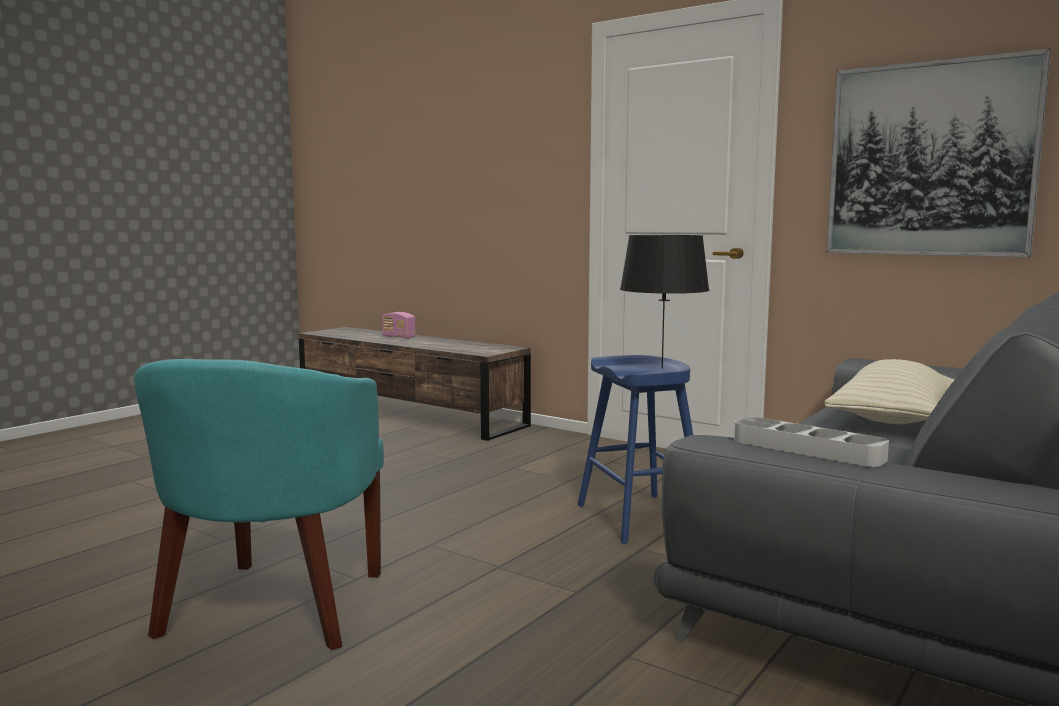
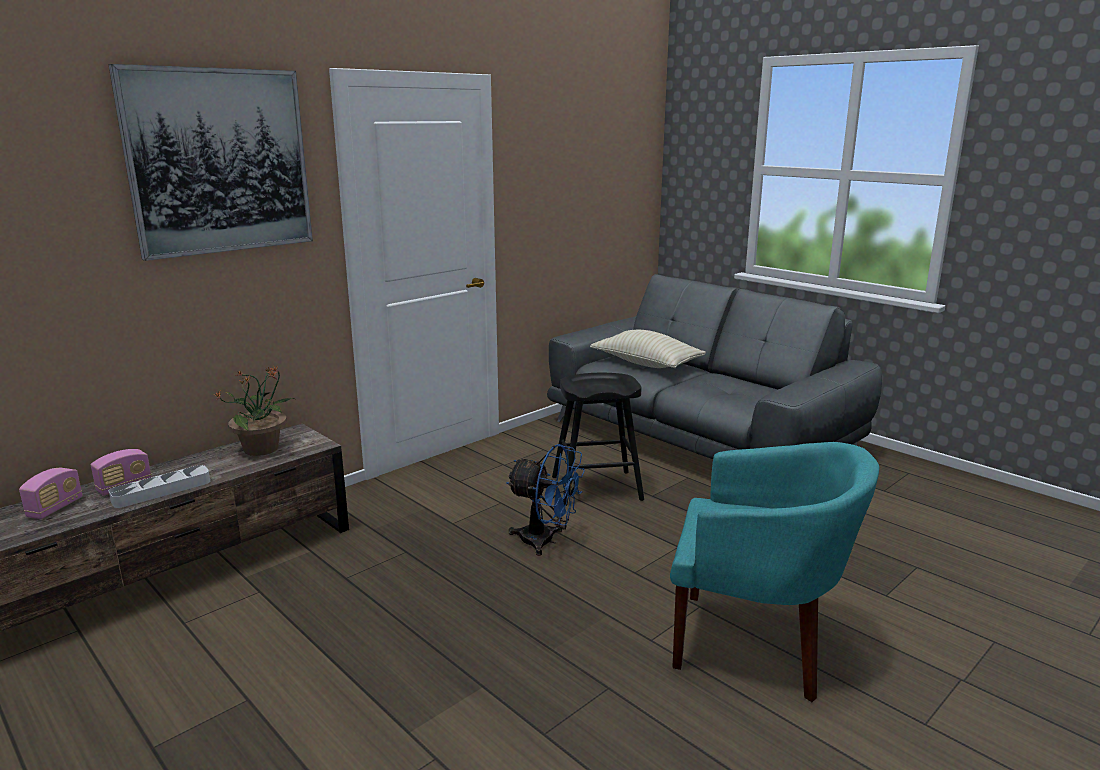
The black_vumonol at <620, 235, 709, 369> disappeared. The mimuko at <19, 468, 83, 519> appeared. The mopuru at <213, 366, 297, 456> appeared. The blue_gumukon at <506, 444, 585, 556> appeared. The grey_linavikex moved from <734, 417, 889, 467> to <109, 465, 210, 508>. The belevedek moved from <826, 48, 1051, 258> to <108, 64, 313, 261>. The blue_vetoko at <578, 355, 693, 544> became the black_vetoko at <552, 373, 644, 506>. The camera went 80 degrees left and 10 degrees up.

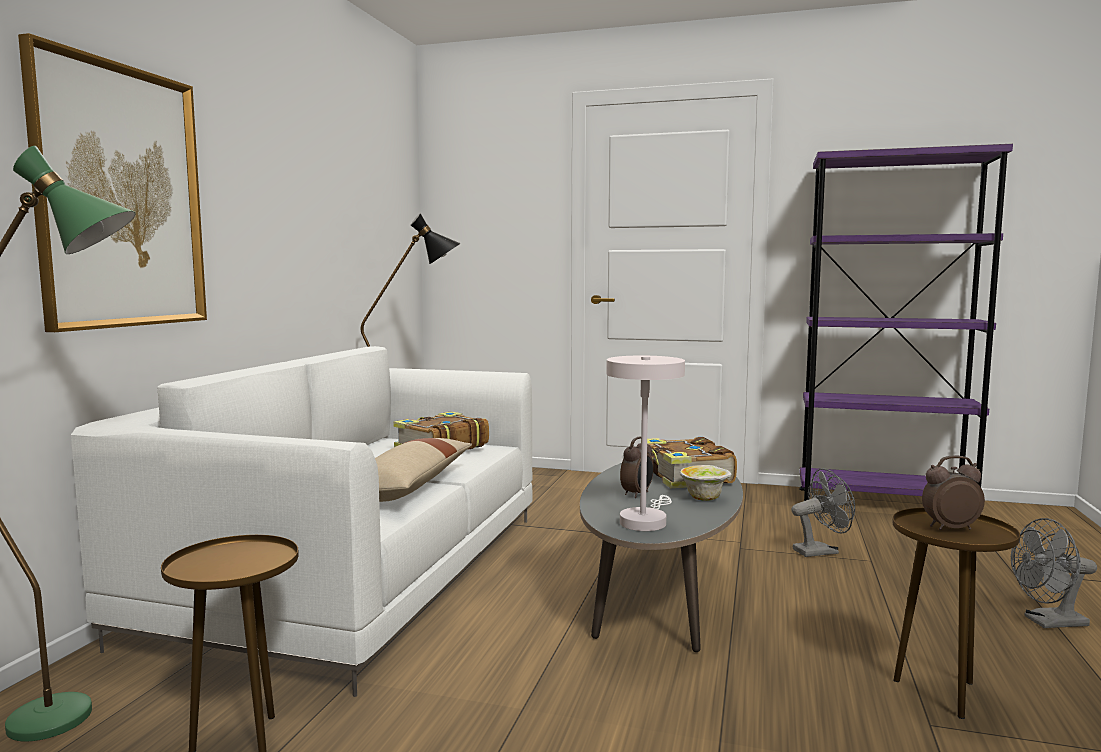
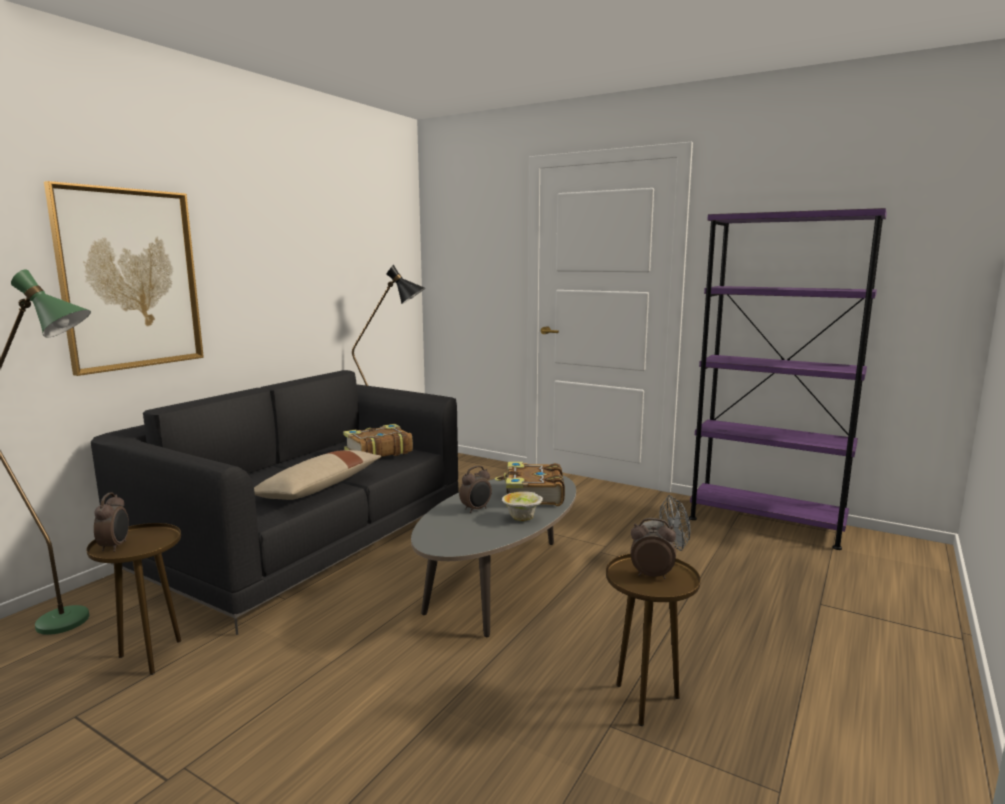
The white_vumonol at <606, 356, 685, 531> disappeared. The grey_gumukon at <1011, 518, 1097, 628> disappeared. The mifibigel at <94, 492, 129, 552> appeared. The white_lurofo at <71, 346, 532, 697> became the black_lurofo at <91, 370, 458, 635>. The camera went 15 degrees right and 5 degrees up.

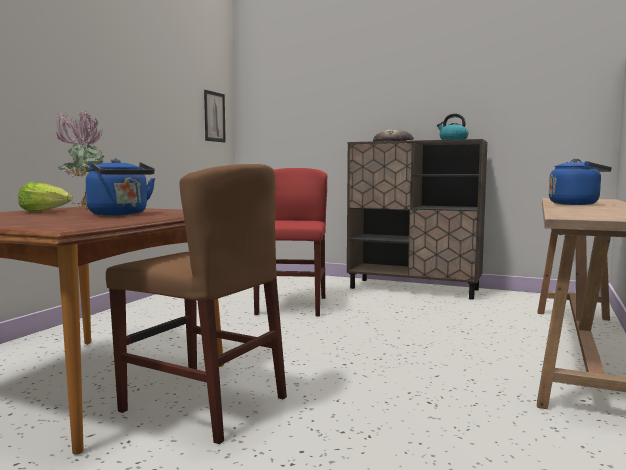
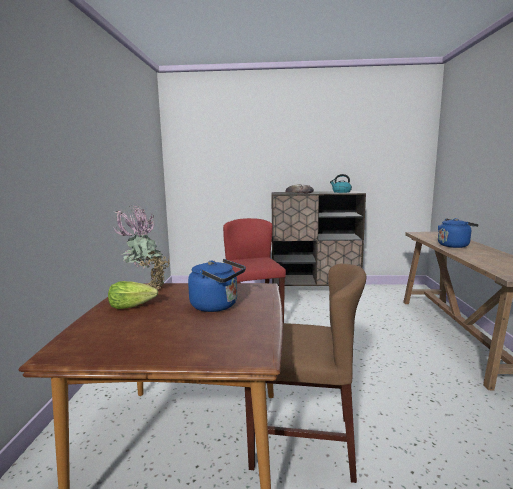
The belevedek at <204, 90, 226, 142> disappeared. The camera went 20 degrees left and 5 degrees up.

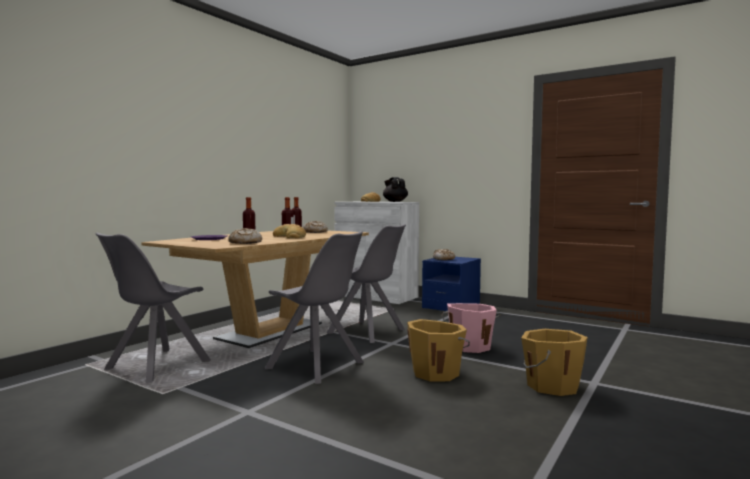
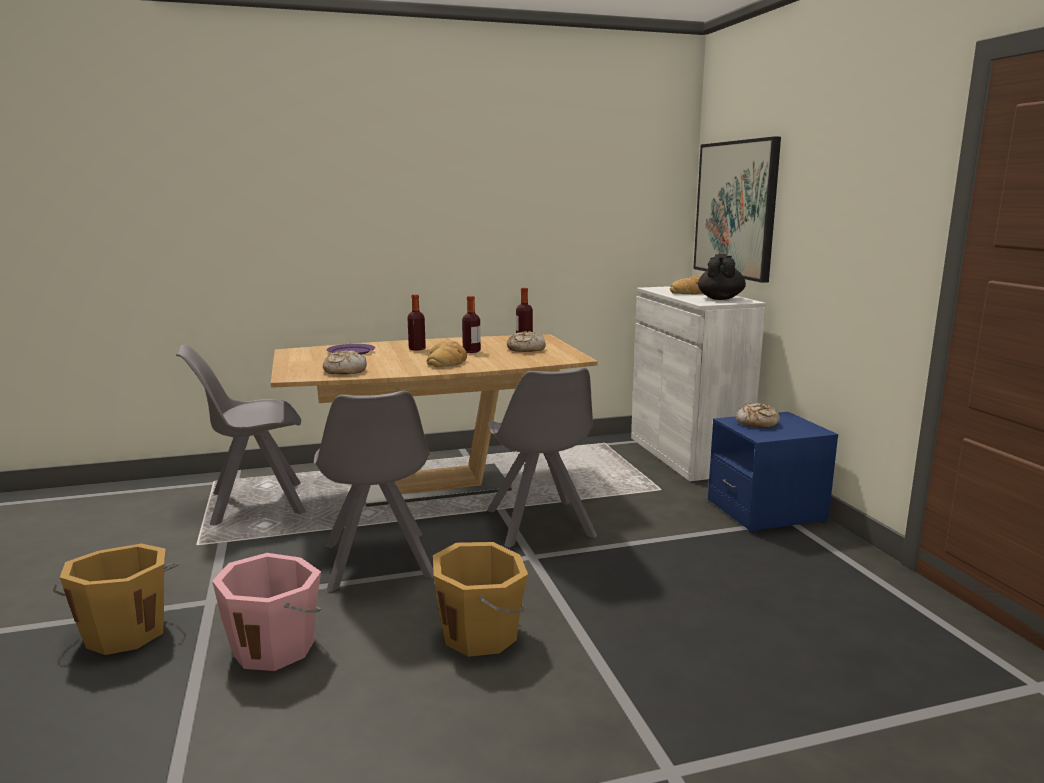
The belevedek at <693, 137, 781, 283> appeared. The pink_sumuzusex moved from <441, 303, 501, 353> to <212, 553, 322, 671>. The orange_sumuzusex moved from <521, 329, 588, 396> to <53, 543, 179, 655>. The camera went 40 degrees right and 10 degrees up.

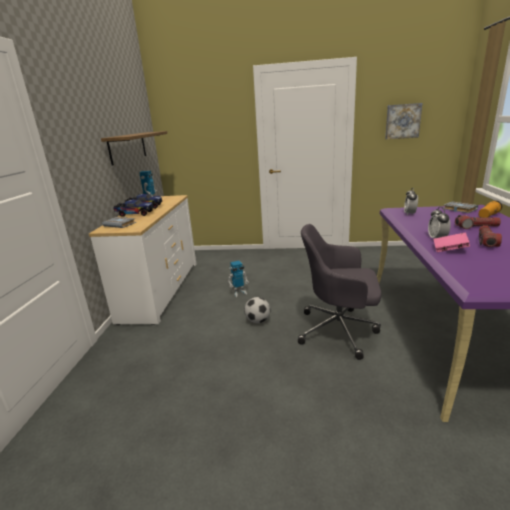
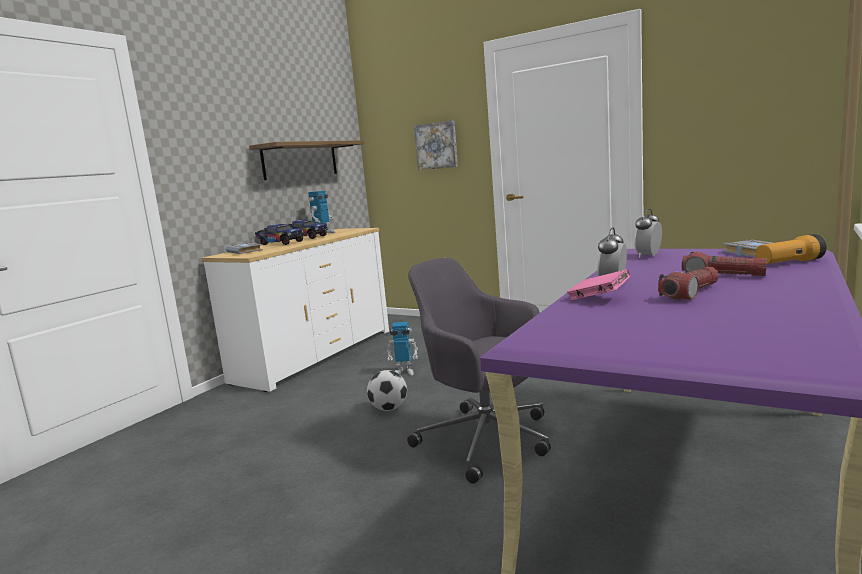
The belevedek moved from <385, 103, 422, 139> to <414, 121, 458, 170>. The camera went 25 degrees right and 10 degrees down.

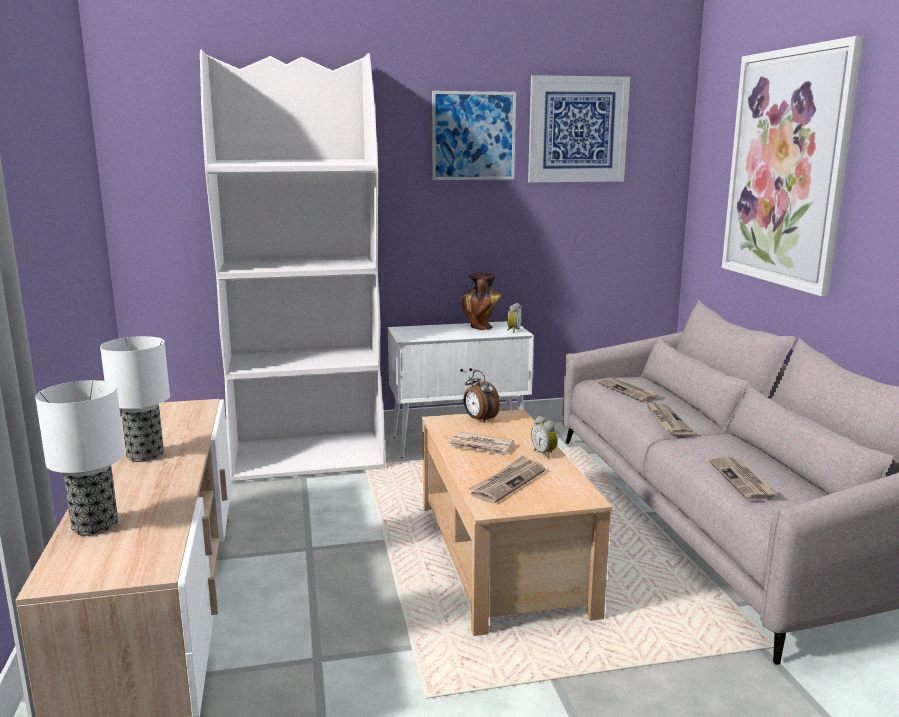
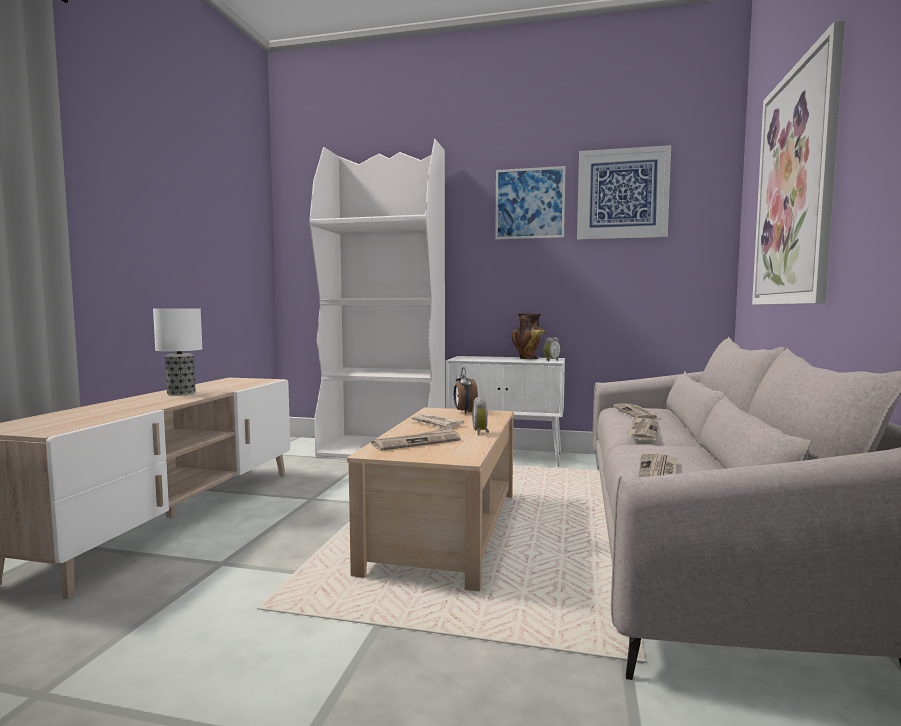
The vumonol at <35, 380, 125, 536> disappeared. The camera went 25 degrees right and 10 degrees down.

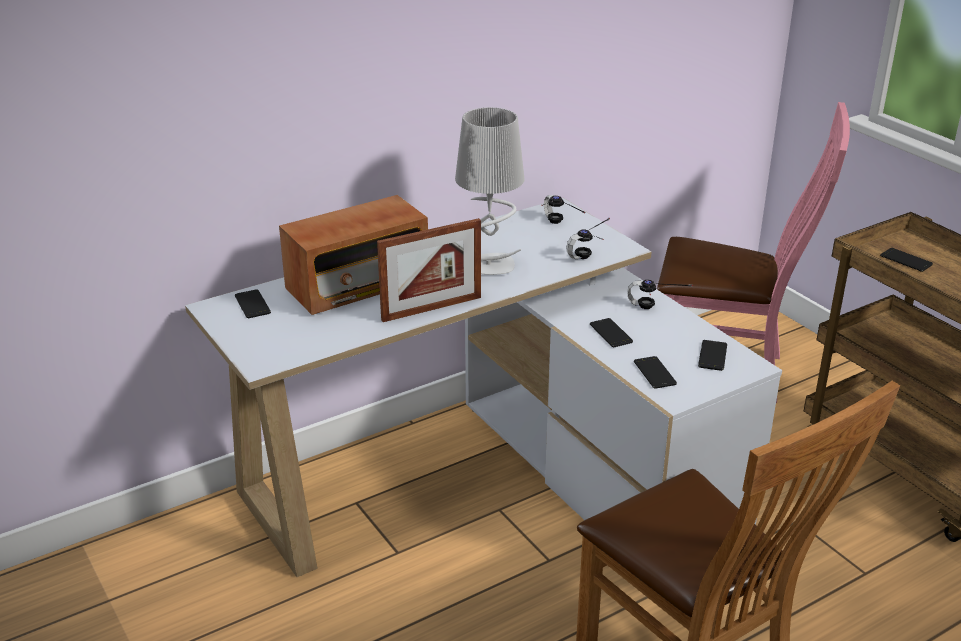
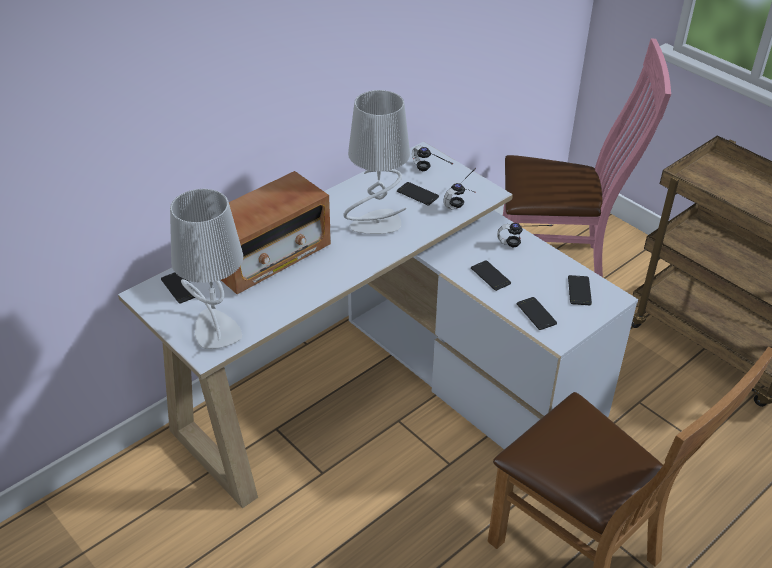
The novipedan at <377, 218, 481, 322> disappeared. The grey_vumonol at <170, 189, 243, 349> appeared. The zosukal moved from <880, 248, 933, 272> to <397, 182, 439, 205>. The camera went 10 degrees left and 10 degrees up.

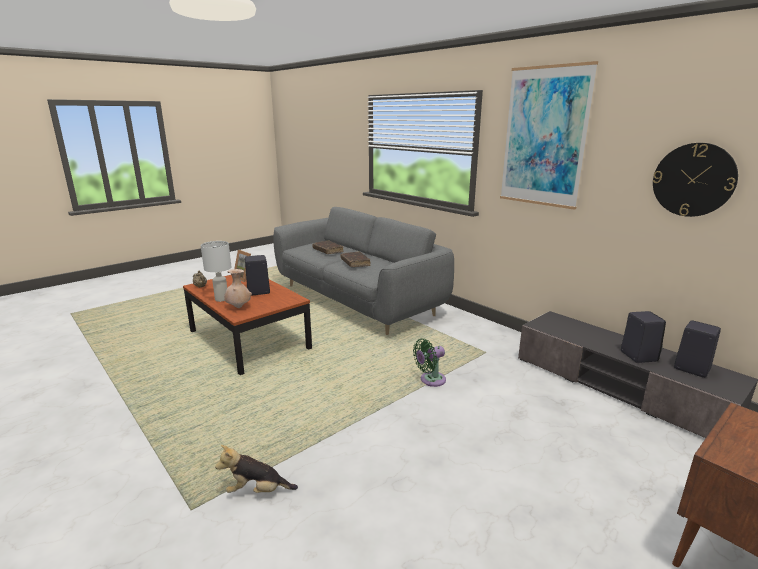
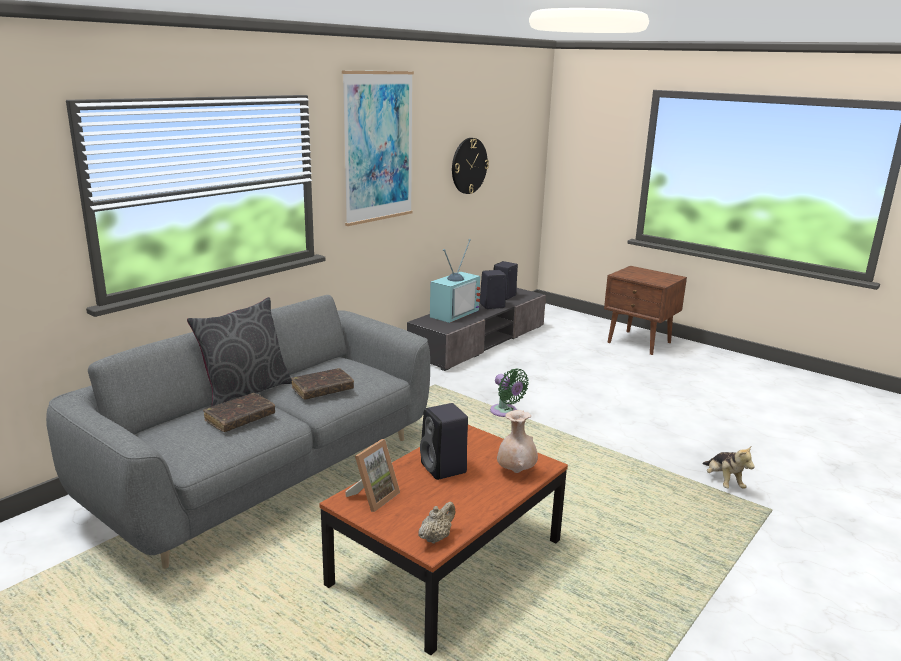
The white_vumonol at <201, 241, 231, 302> disappeared. The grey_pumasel at <187, 297, 292, 406> appeared. The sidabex at <430, 239, 480, 323> appeared. The camera went 100 degrees left and 0 degrees up.

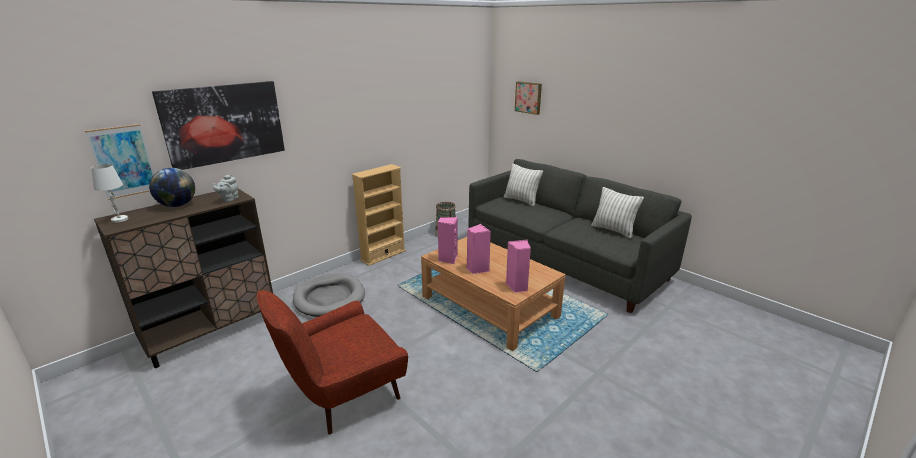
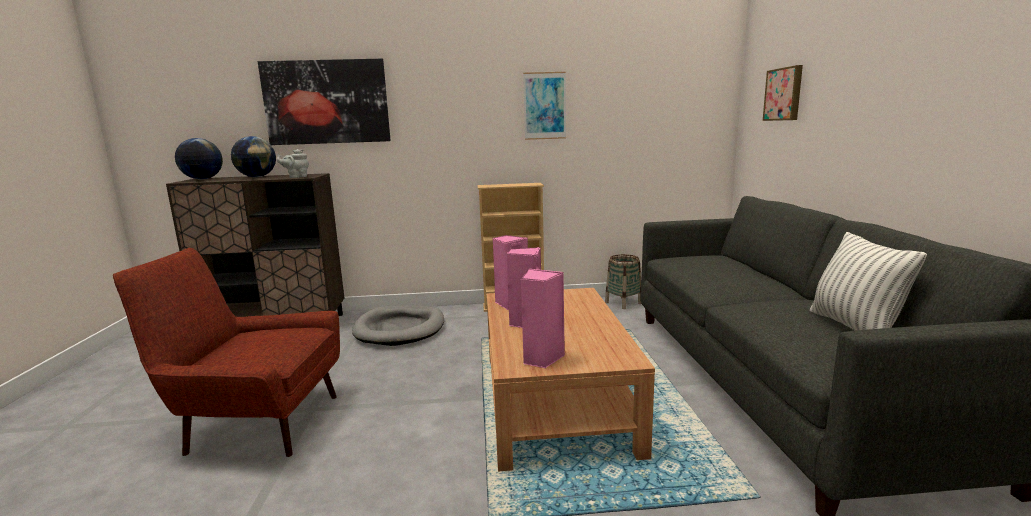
The pumasel at <504, 164, 543, 206> disappeared. The belevedek moved from <85, 124, 155, 200> to <523, 72, 566, 140>. The white_vumonol at <92, 164, 128, 223> was replaced by the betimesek at <175, 138, 223, 179>. The camera went 40 degrees right and 10 degrees down.

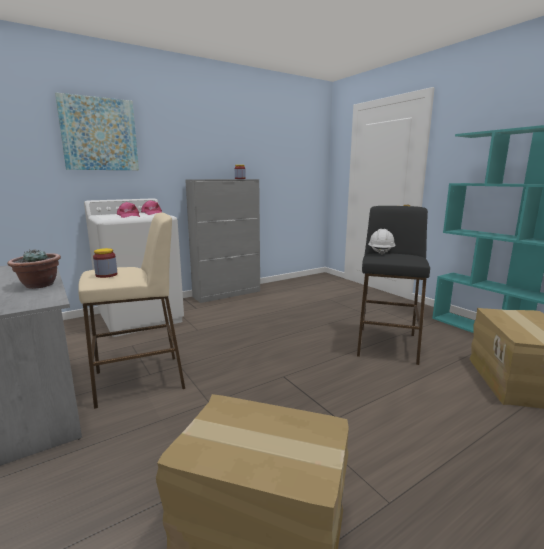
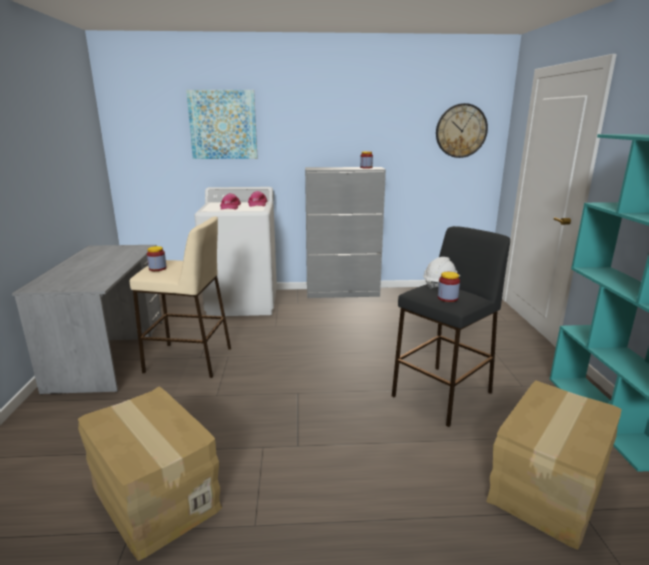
The mopuru at <7, 249, 61, 289> disappeared. The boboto at <436, 103, 488, 158> appeared. The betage at <438, 272, 460, 302> appeared. The camera went 30 degrees right and 5 degrees up.

